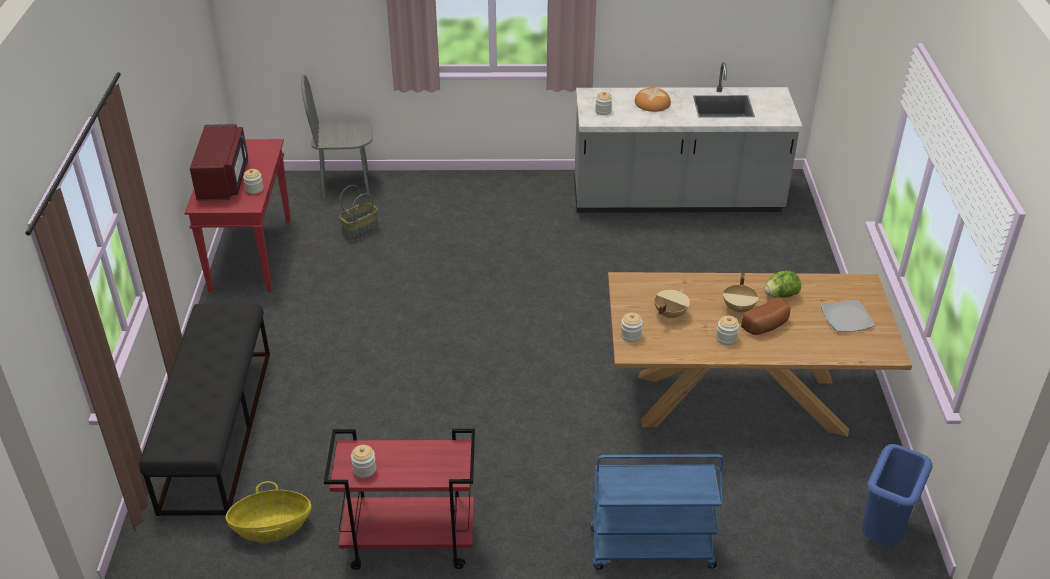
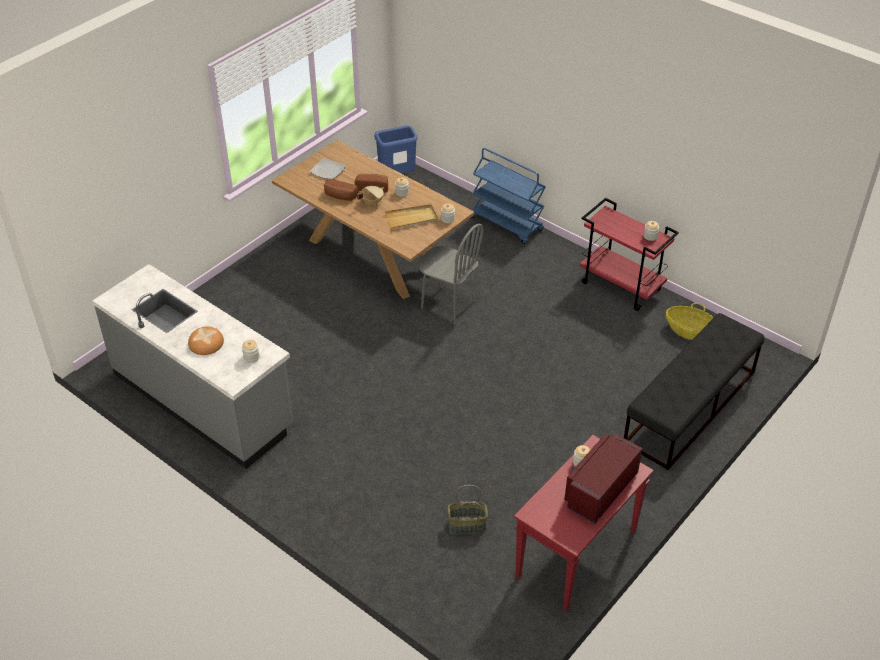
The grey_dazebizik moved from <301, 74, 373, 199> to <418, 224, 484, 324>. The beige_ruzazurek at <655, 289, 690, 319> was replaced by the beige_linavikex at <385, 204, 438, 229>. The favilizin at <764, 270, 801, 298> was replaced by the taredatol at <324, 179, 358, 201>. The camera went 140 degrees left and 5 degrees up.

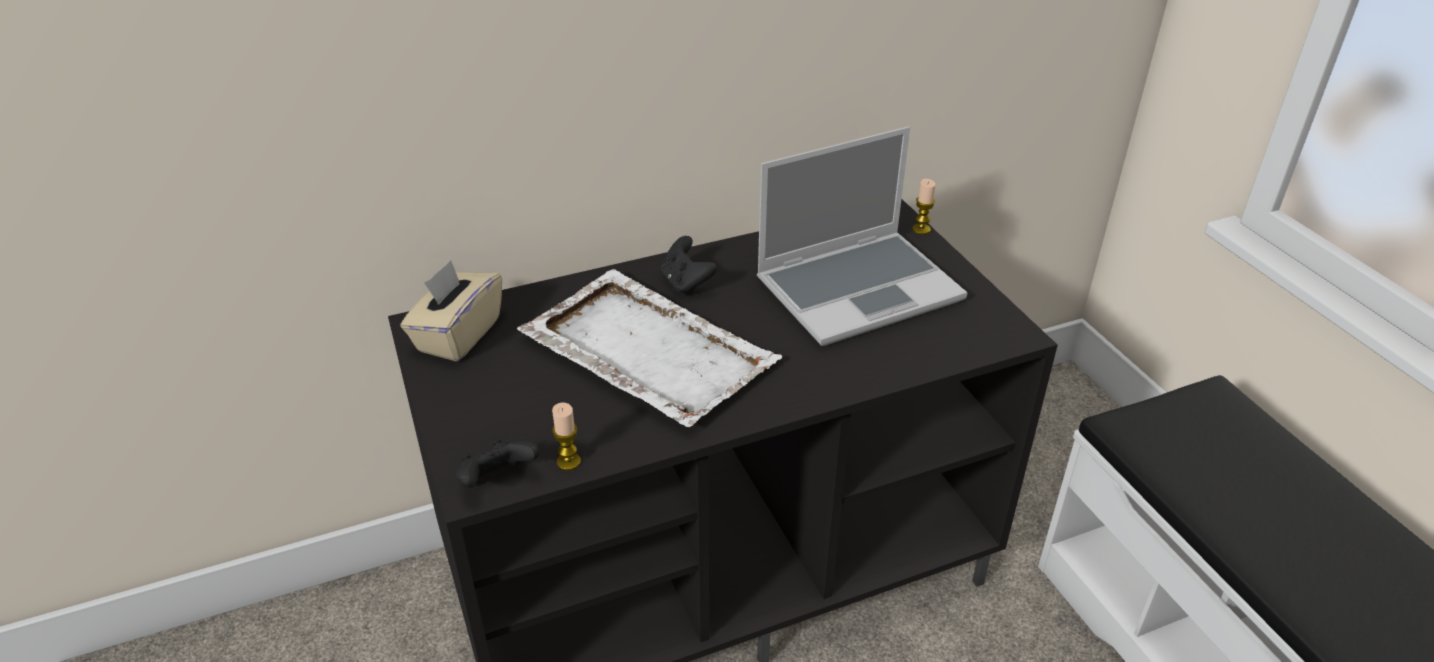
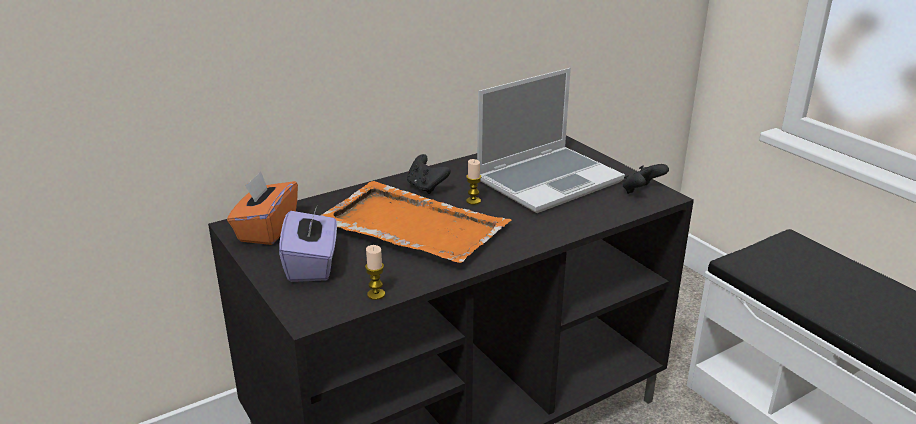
The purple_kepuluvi at <279, 204, 337, 282> appeared. The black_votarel moved from <456, 439, 539, 488> to <623, 164, 669, 194>. The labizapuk moved from <912, 179, 935, 235> to <466, 159, 481, 205>. The beige_kepuluvi at <400, 260, 502, 362> became the orange_kepuluvi at <227, 171, 298, 245>. The white_linavikex at <517, 269, 782, 427> became the orange_linavikex at <320, 181, 511, 263>. The camera went 10 degrees left and 10 degrees down.

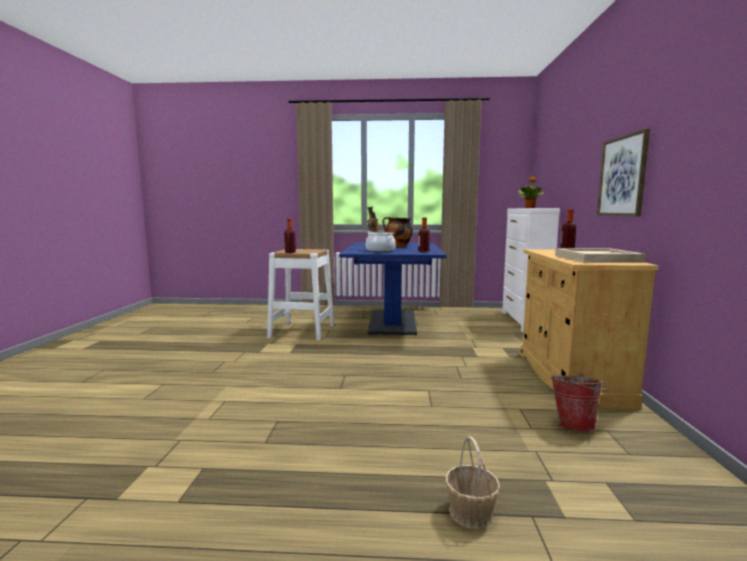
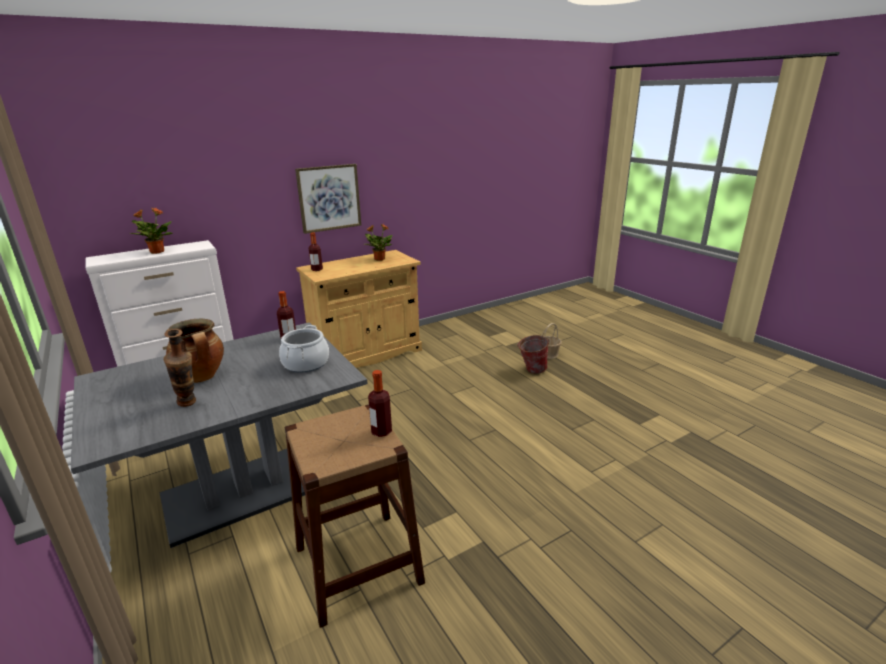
The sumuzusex moved from <551, 373, 607, 432> to <517, 335, 549, 374>. The beige_linavikex at <555, 248, 646, 263> was replaced by the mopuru at <364, 224, 393, 261>. The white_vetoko at <267, 249, 335, 341> became the brown_vetoko at <285, 405, 425, 628>. The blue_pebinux at <339, 242, 447, 335> became the grey_pebinux at <71, 322, 368, 548>. The camera went 125 degrees left and 15 degrees up.

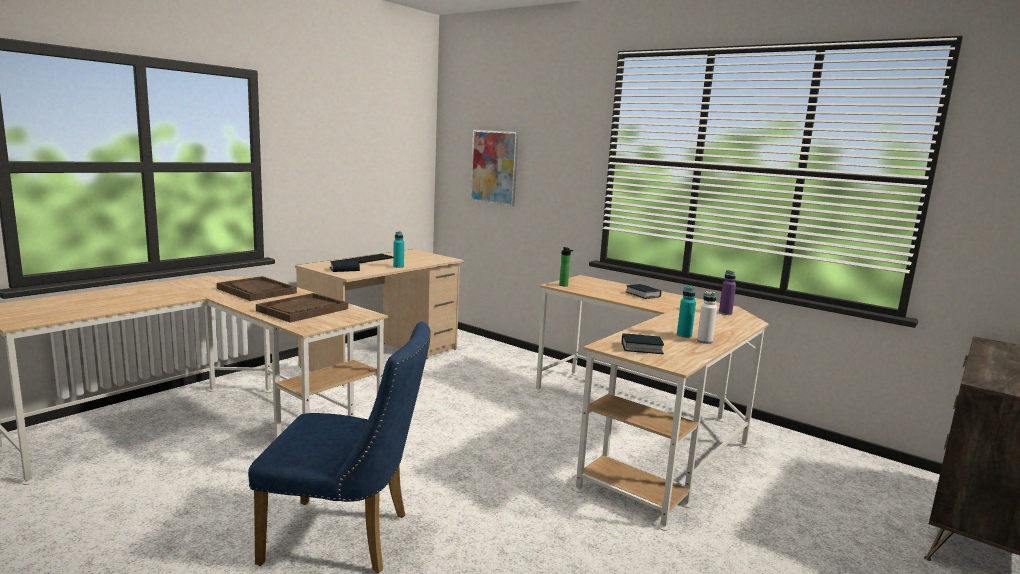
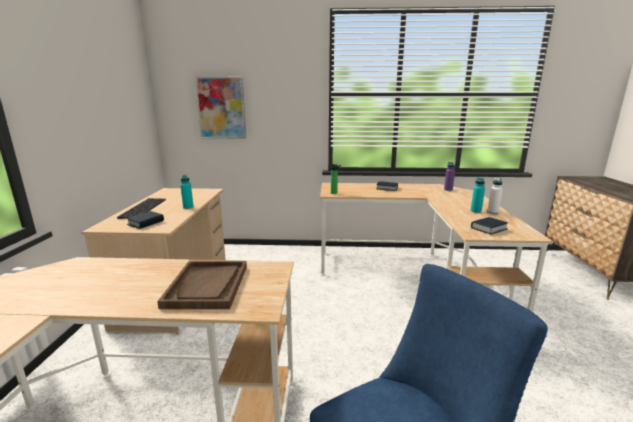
The brown_linavikex at <217, 276, 297, 301> disappeared. The camera went 35 degrees left and 5 degrees up.

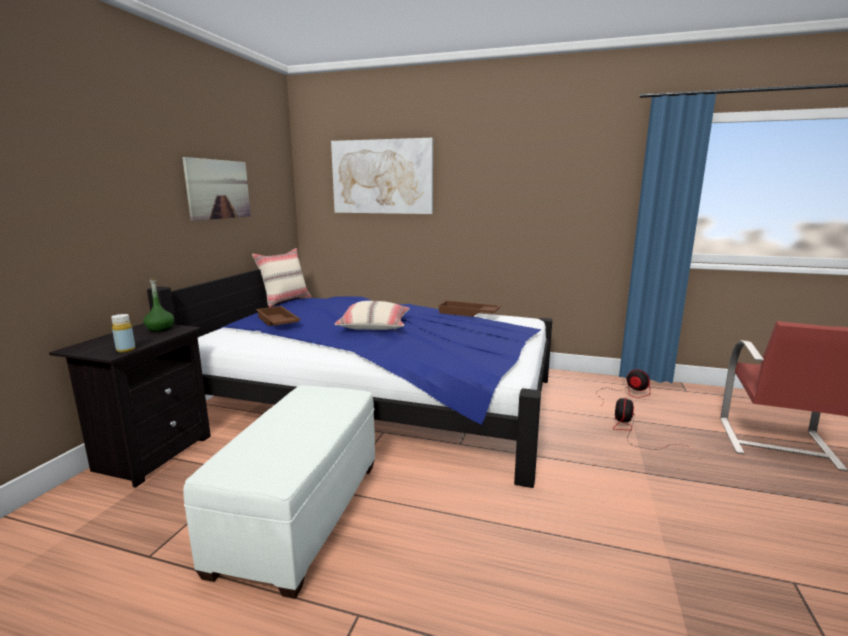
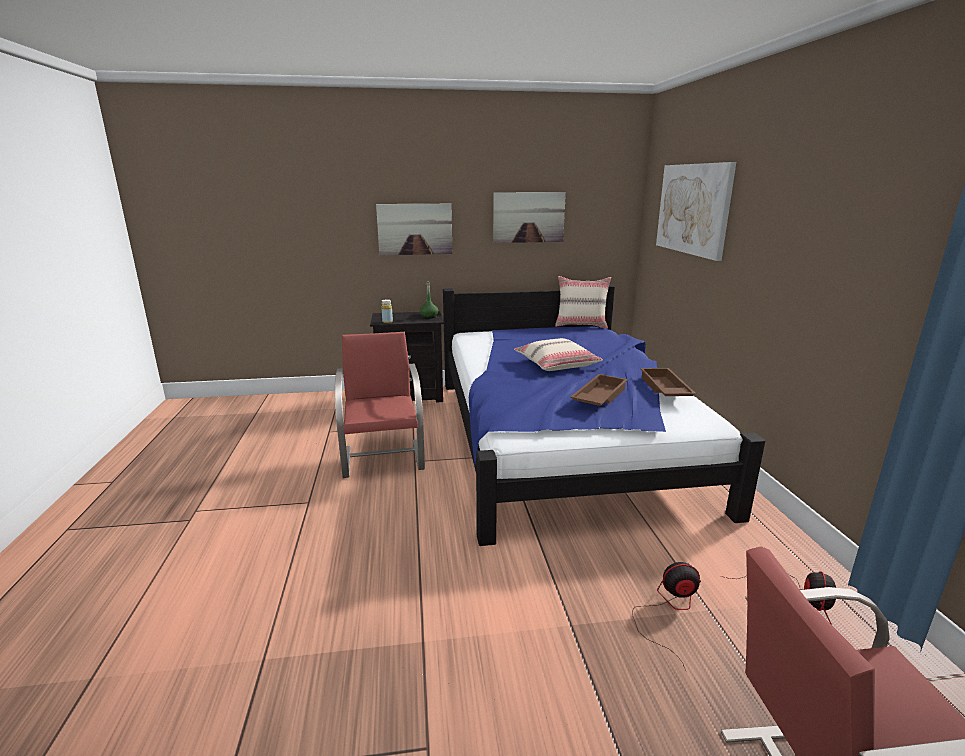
The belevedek at <376, 204, 452, 255> appeared. The brown_linavikex moved from <256, 306, 301, 326> to <570, 374, 628, 406>. The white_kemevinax at <183, 386, 375, 599> was replaced by the red_dazebizik at <335, 332, 425, 478>. The camera went 65 degrees right and 5 degrees up.

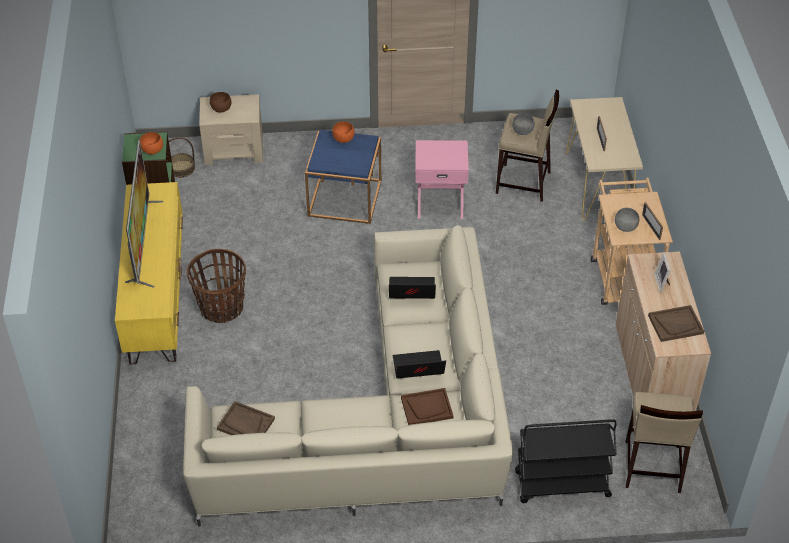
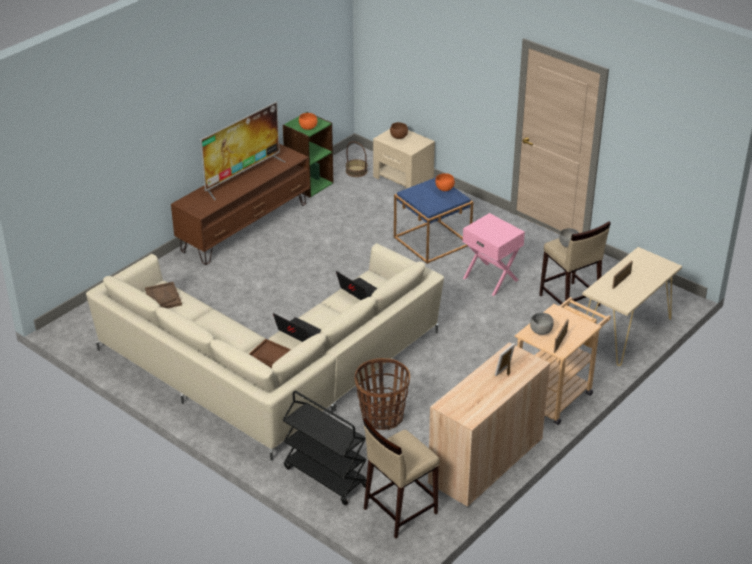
The brown_linavikex at <648, 305, 704, 342> disappeared. The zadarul moved from <187, 249, 246, 323> to <354, 358, 410, 430>. The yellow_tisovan at <115, 182, 183, 364> became the brown_tisovan at <171, 144, 310, 265>. The camera went 45 degrees right and 10 degrees down.

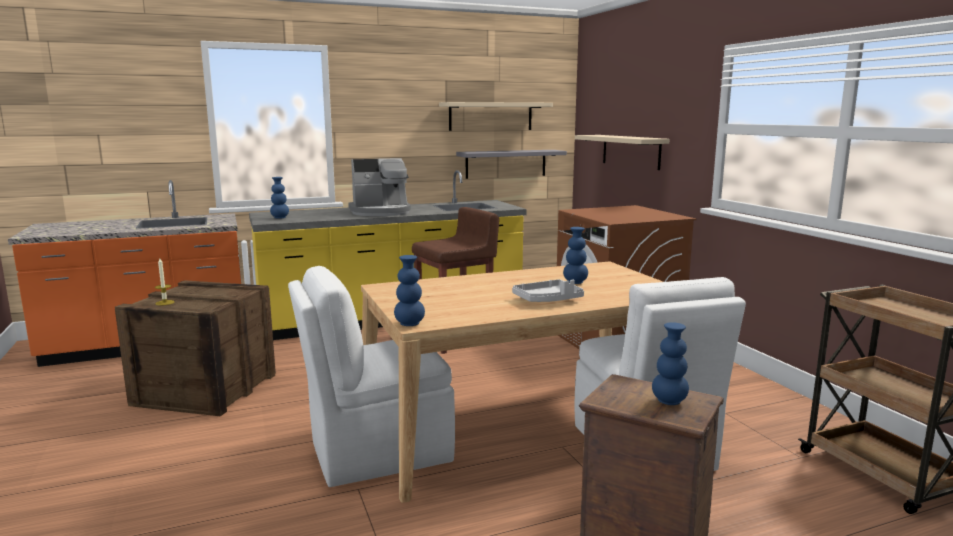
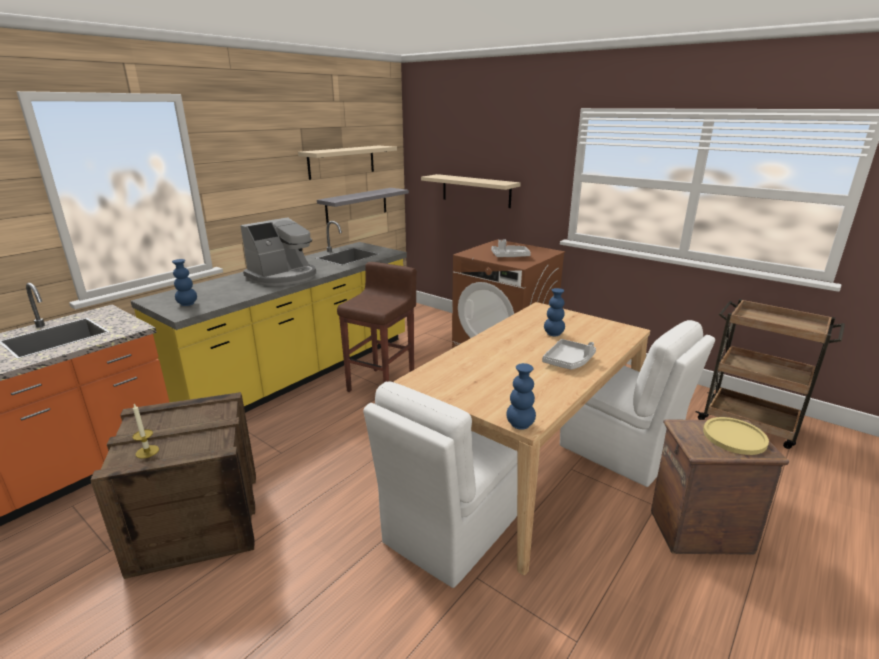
The grey_linavikex at <491, 240, 531, 257> appeared. The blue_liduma at <652, 322, 689, 405> was replaced by the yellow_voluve at <703, 417, 769, 455>. The camera went 30 degrees left and 10 degrees up.

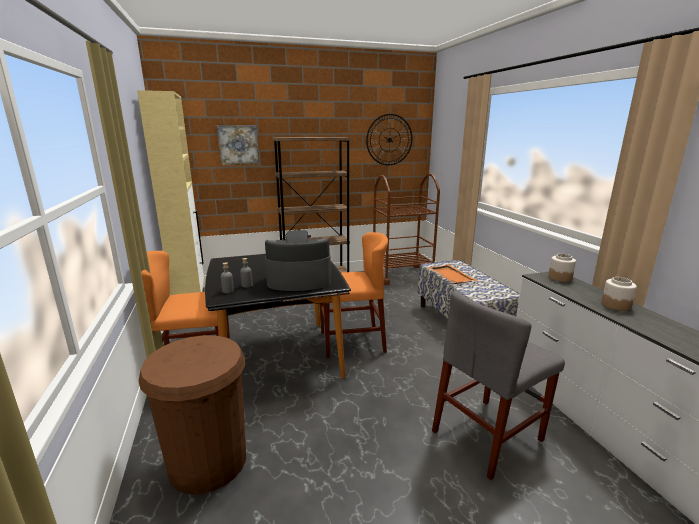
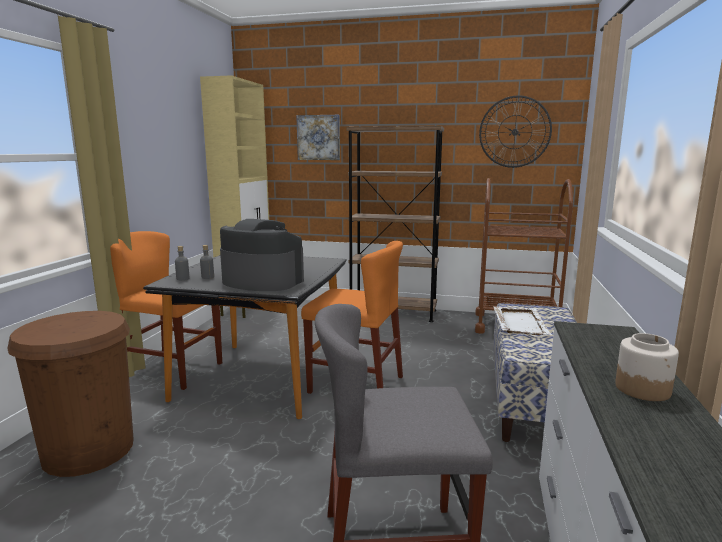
The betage at <548, 254, 576, 282> disappeared. The orange_linavikex at <426, 264, 477, 284> became the white_linavikex at <493, 306, 552, 335>. The camera went 30 degrees right and 5 degrees down.

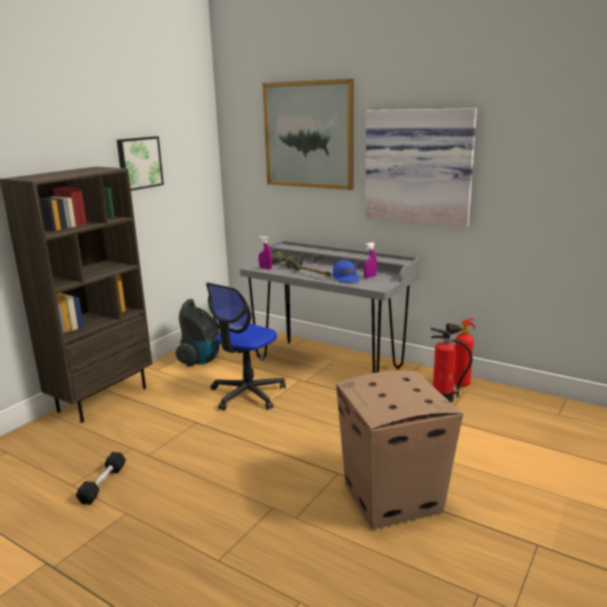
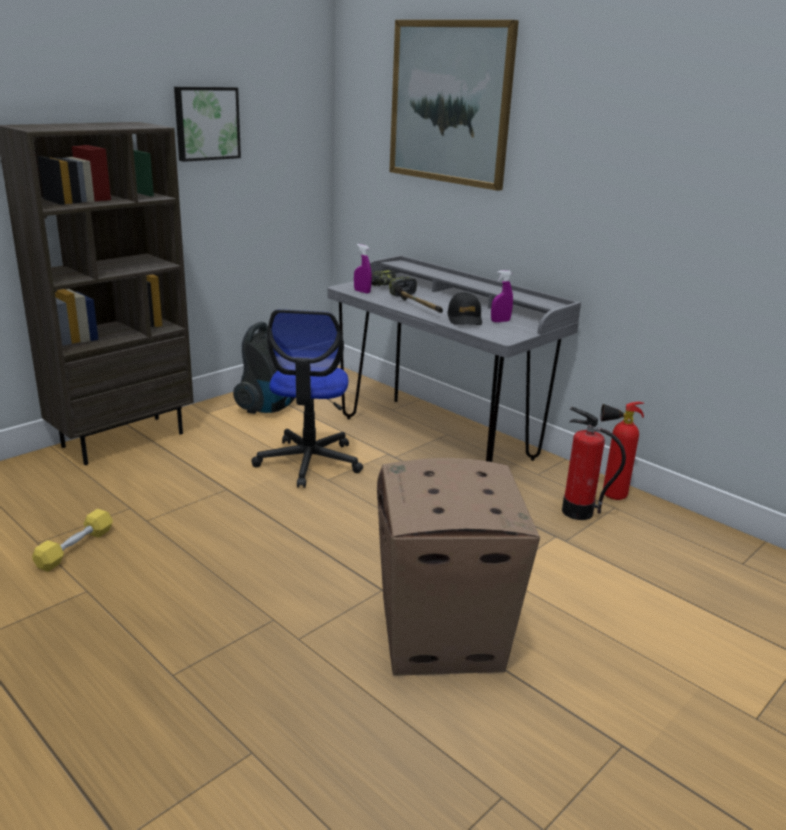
The belevedek at <365, 108, 477, 227> disappeared. The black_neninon at <76, 452, 126, 505> became the yellow_neninon at <32, 509, 113, 572>. The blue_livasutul at <333, 260, 360, 283> became the black_livasutul at <447, 292, 482, 325>. The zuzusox at <206, 283, 286, 411> turned 45 degrees counterclockwise. The camera went 10 degrees right and 5 degrees up.

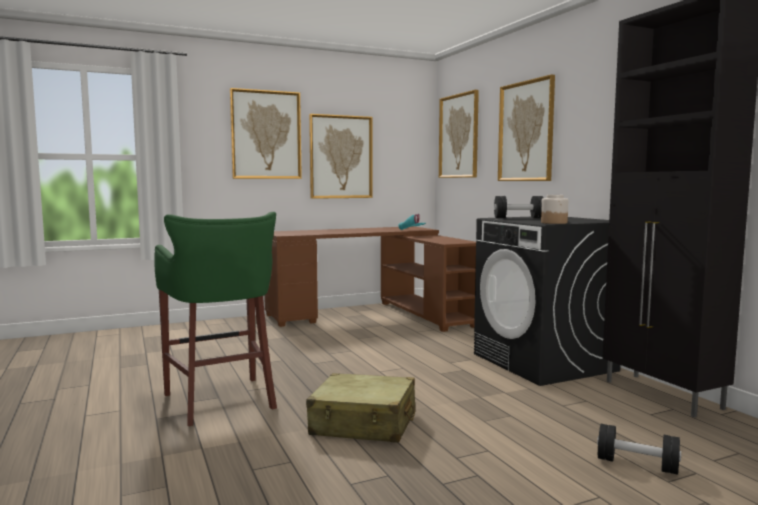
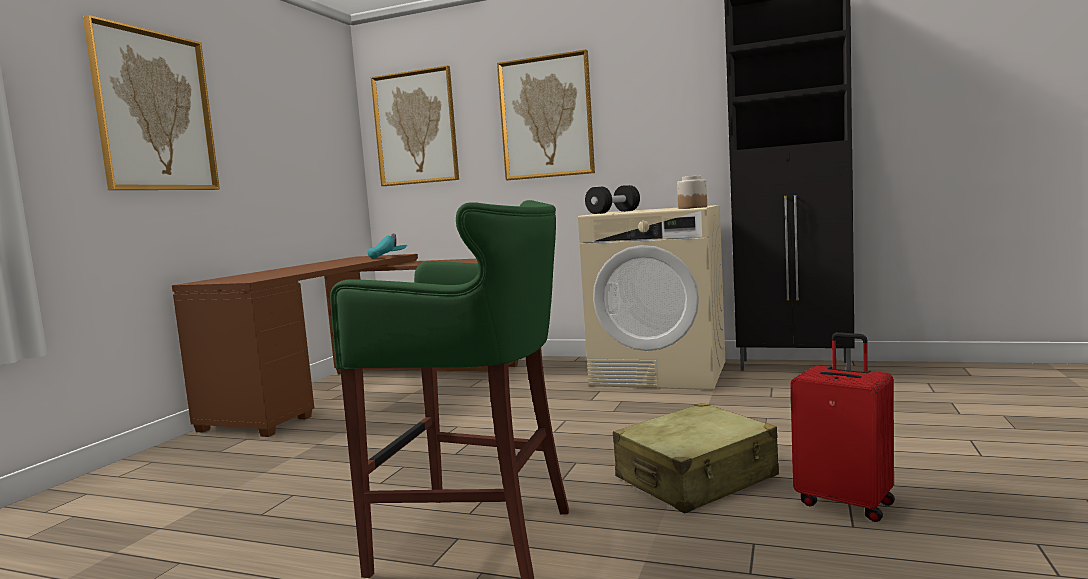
The belevedek at <309, 114, 373, 199> disappeared. The black_neninon at <597, 424, 681, 475> disappeared. The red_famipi at <790, 332, 895, 522> appeared. The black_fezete at <474, 217, 621, 386> became the beige_fezete at <578, 205, 725, 390>. The camera went 45 degrees left and 0 degrees up.

